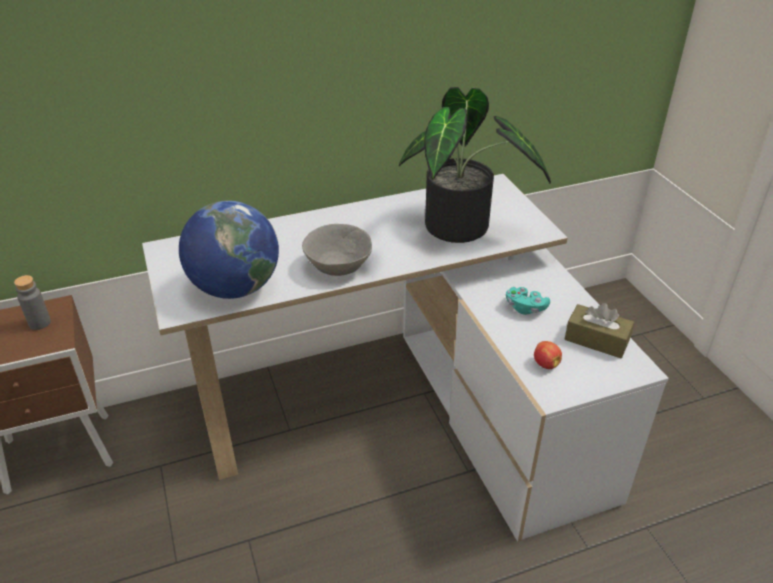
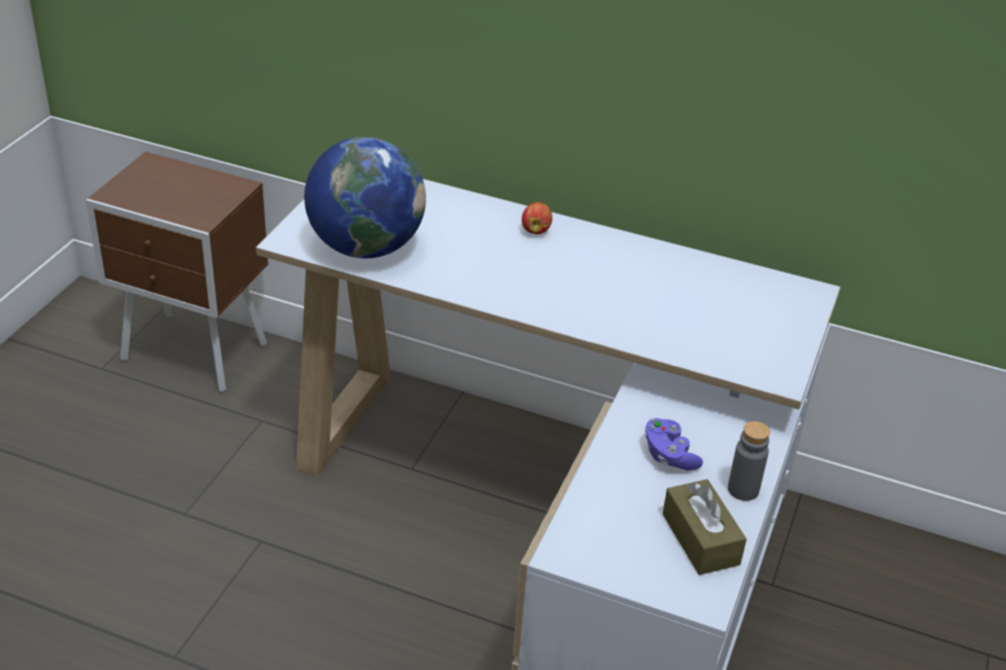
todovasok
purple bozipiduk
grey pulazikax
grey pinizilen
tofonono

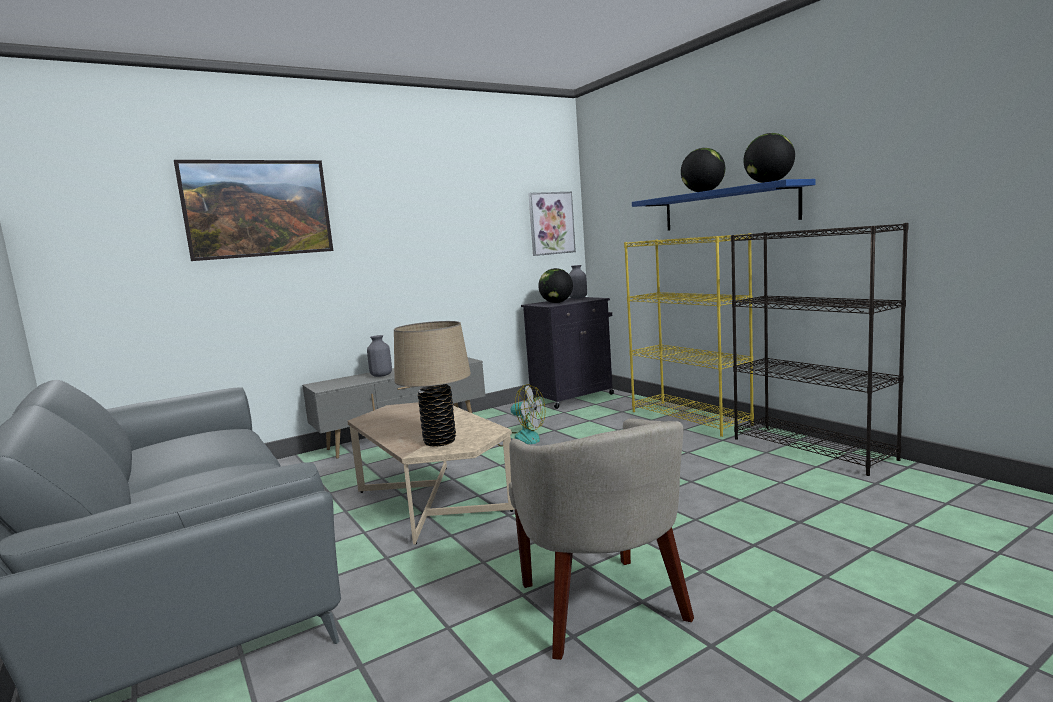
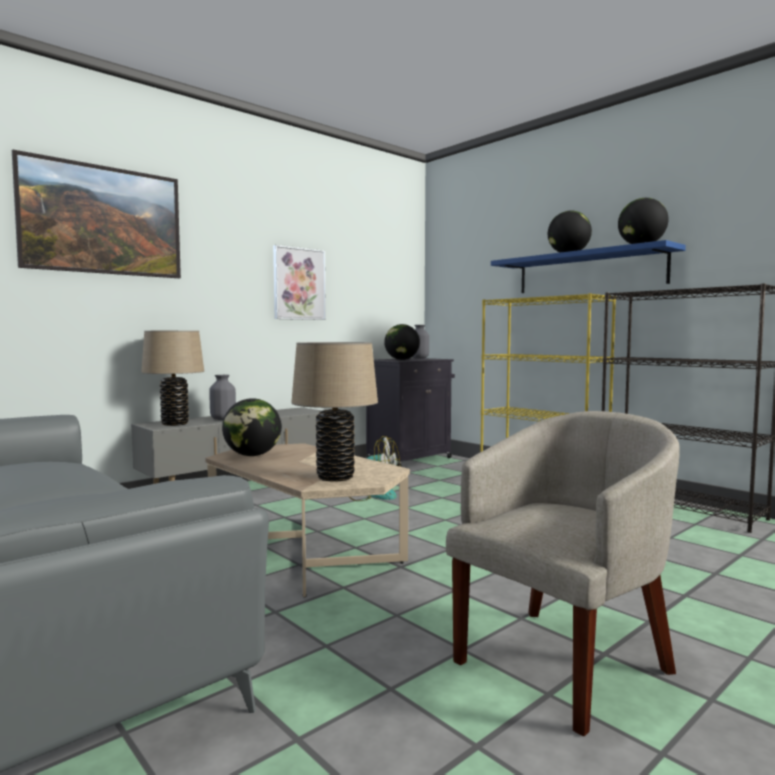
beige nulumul (no. 1 from left)
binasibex (no. 1 from left)
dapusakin (no. 2 from left)
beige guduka

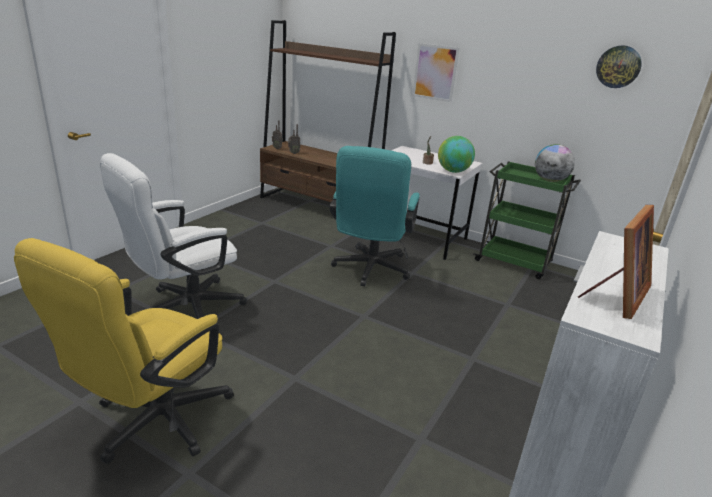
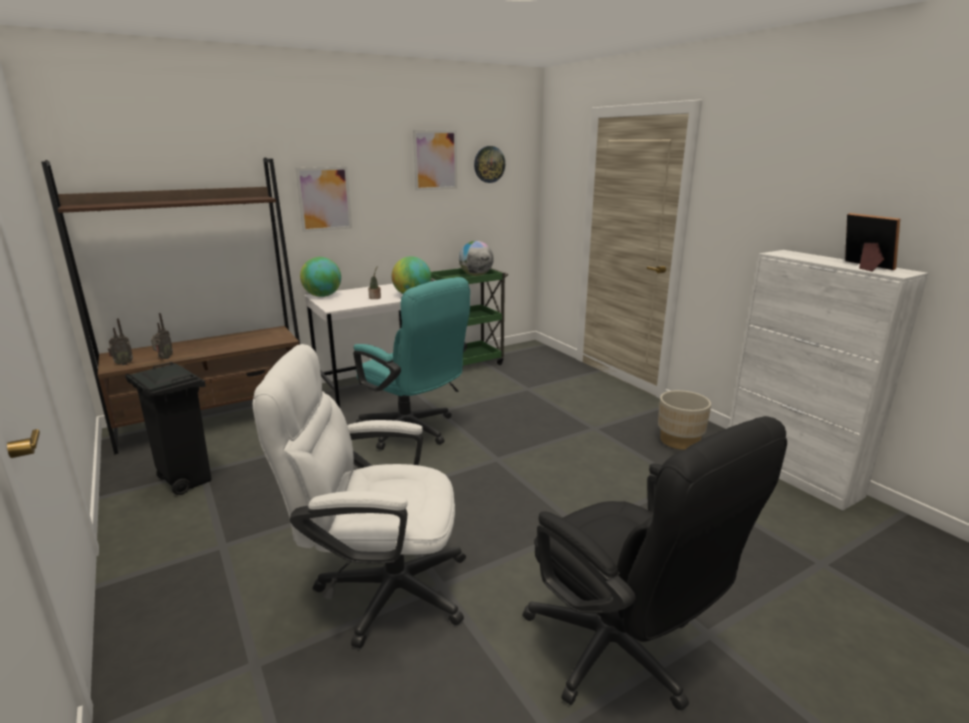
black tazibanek
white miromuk
binasibex (no. 1 from left)
dapusakin (no. 2 from left)
black miromuk
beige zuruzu

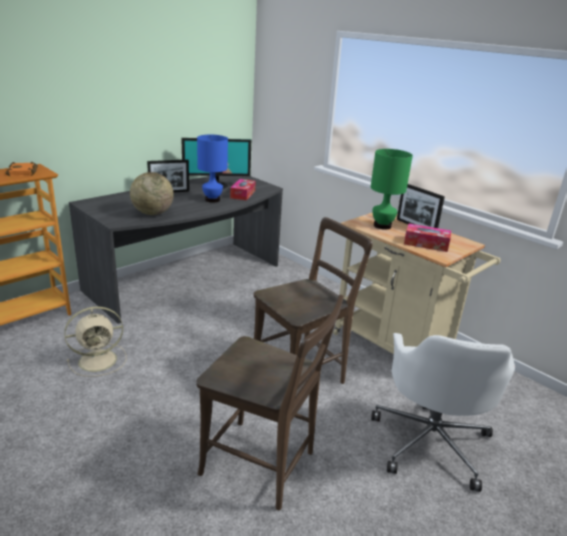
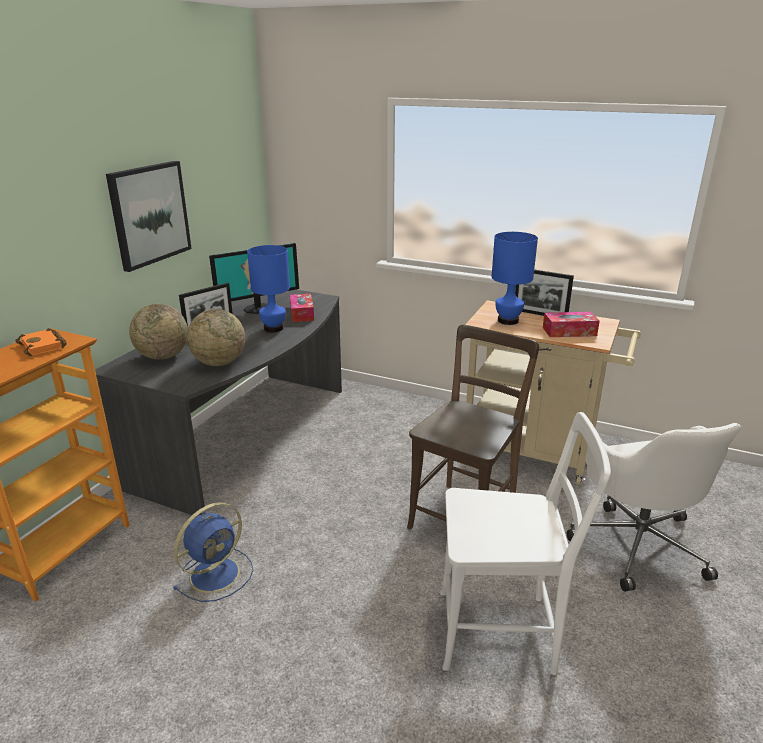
dapusakin
binasibex (no. 1 from left)
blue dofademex
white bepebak
blue nulumul (no. 2 from left)

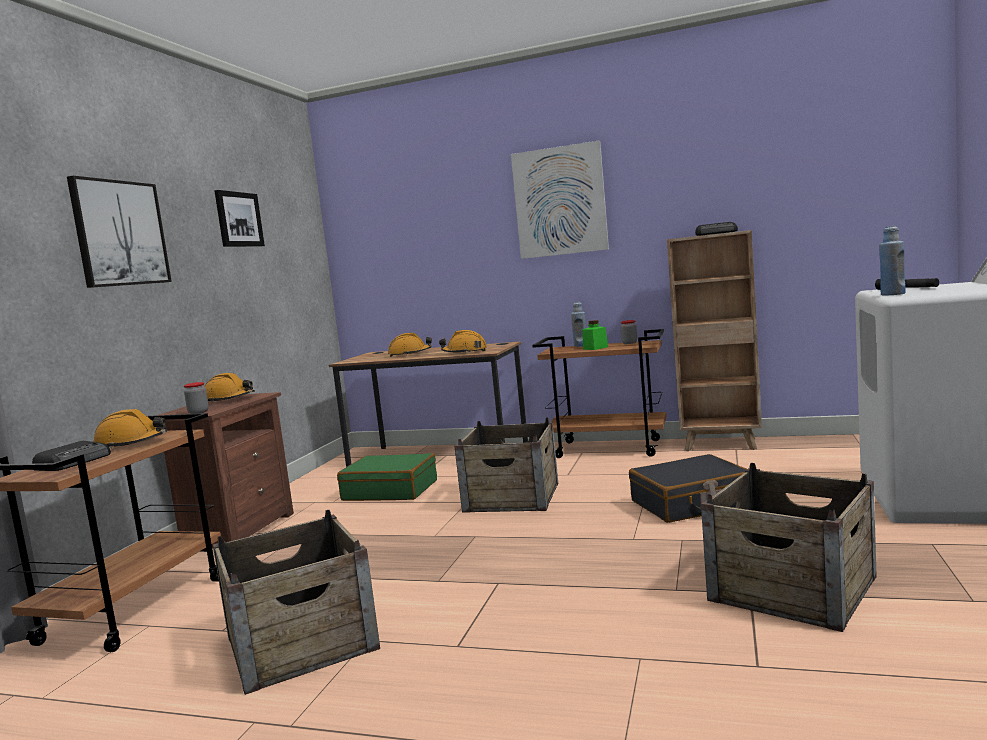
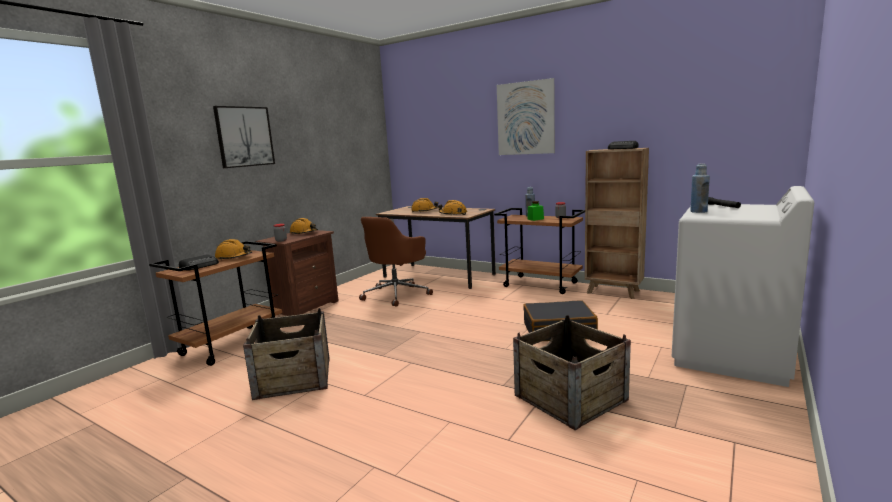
brown miromuk
dapusakin (no. 2 from left in the first image)
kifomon (no. 2 from left in the first image)

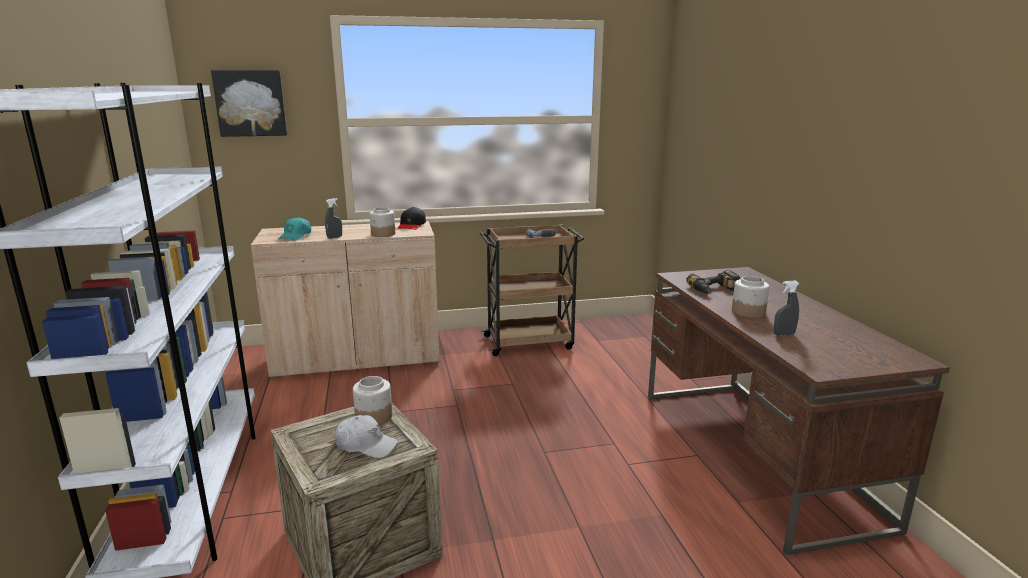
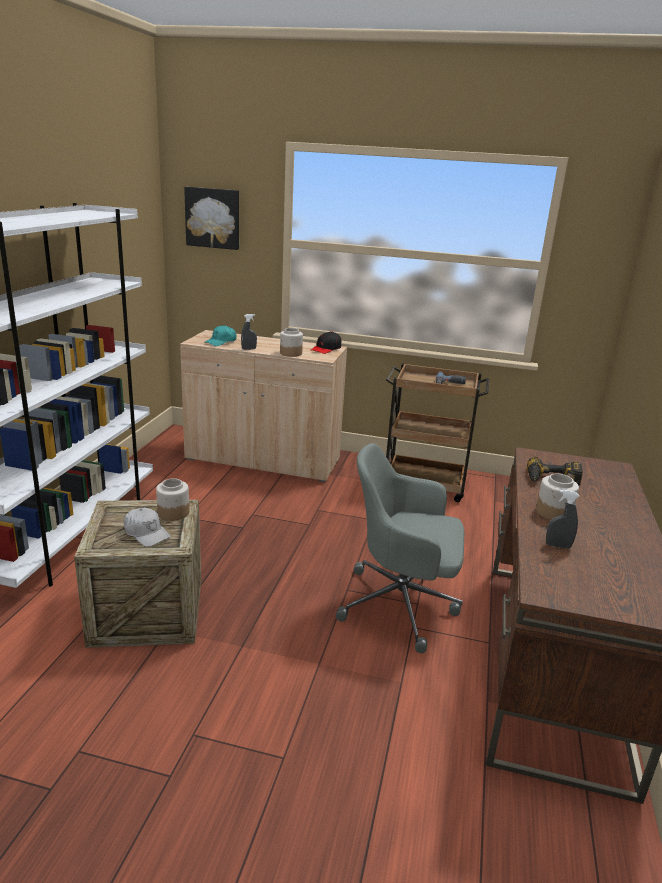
grey miromuk

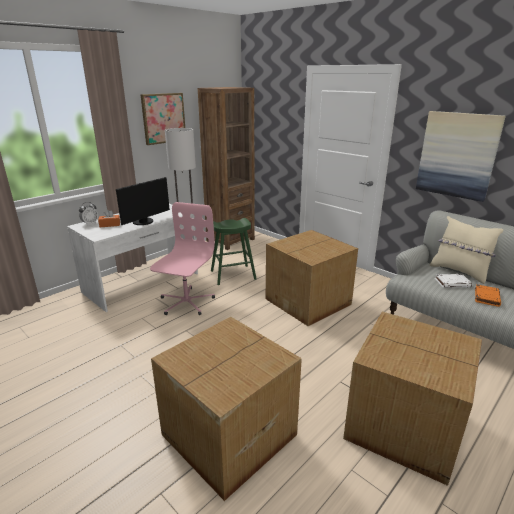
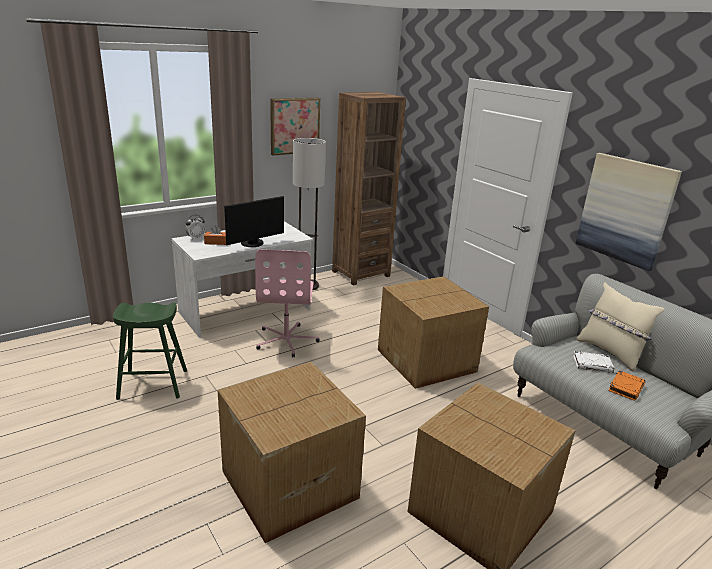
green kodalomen
pink miromuk

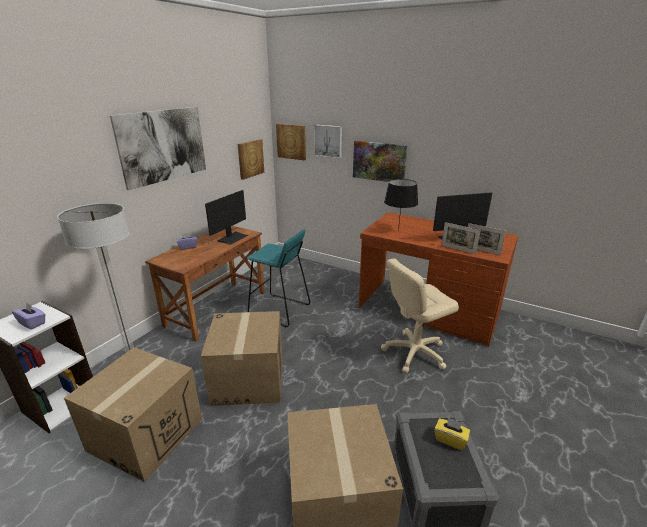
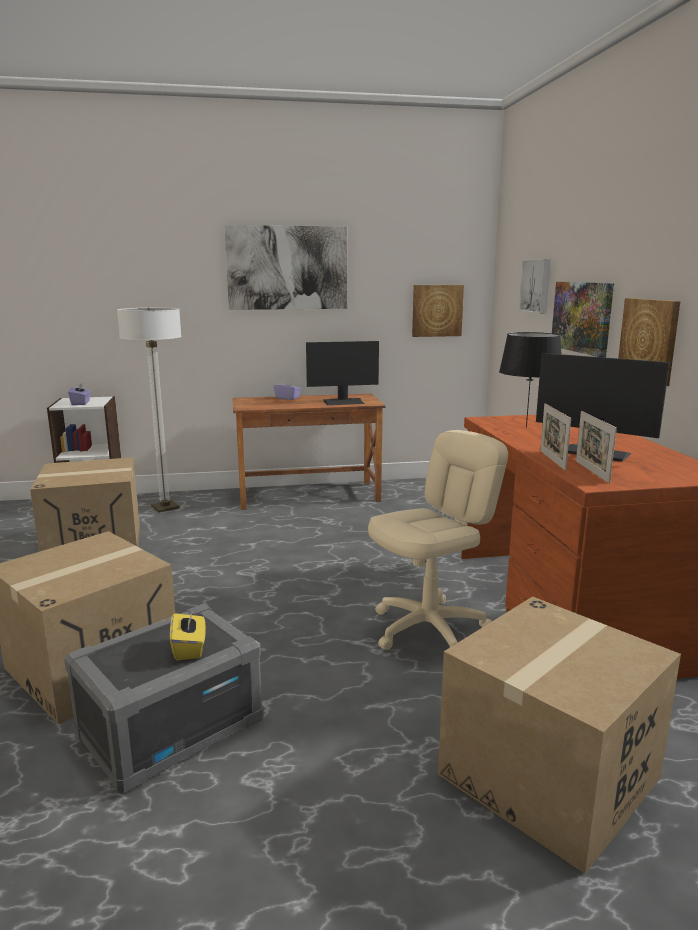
beige miromuk
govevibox (no. 3 from left)
dapusakin (no. 5 from left)
turquoise kodalomen

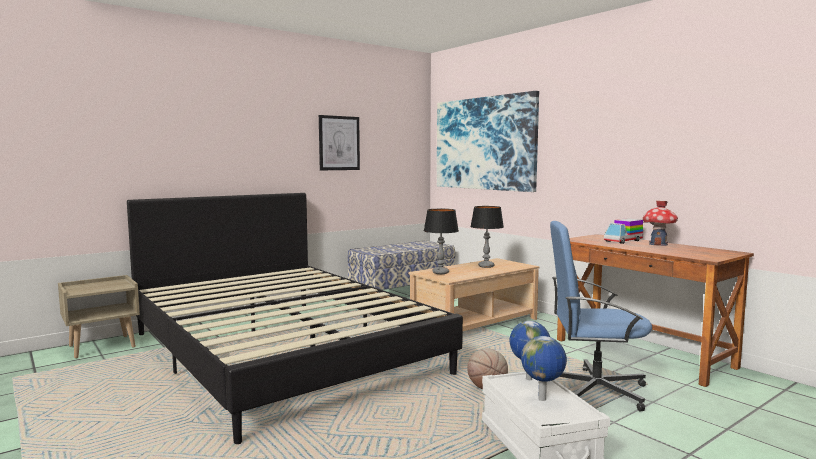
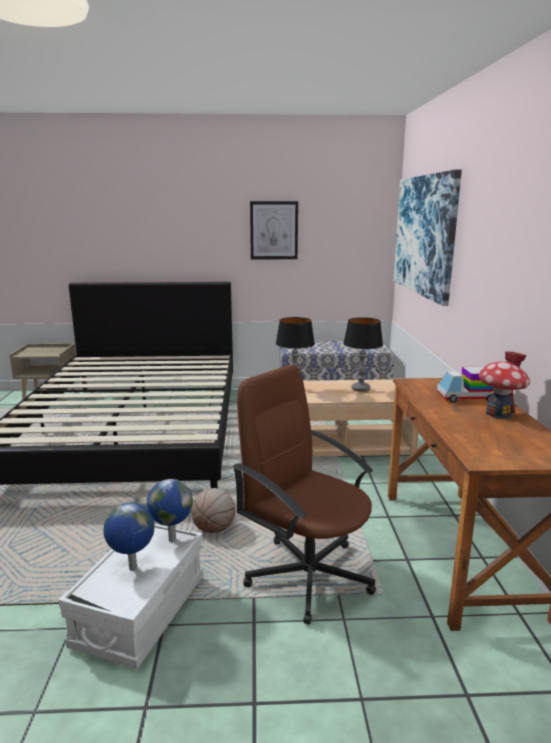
brown miromuk

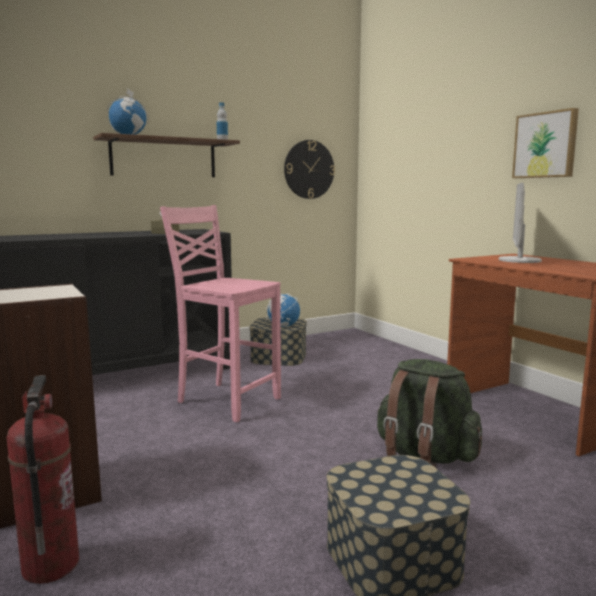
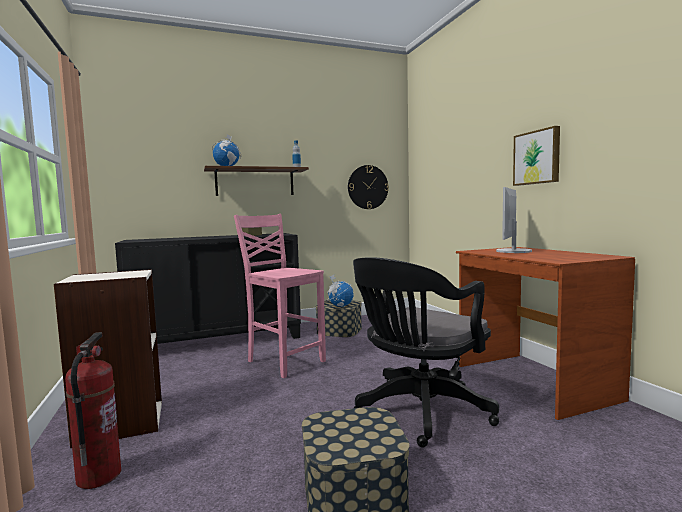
black miromuk

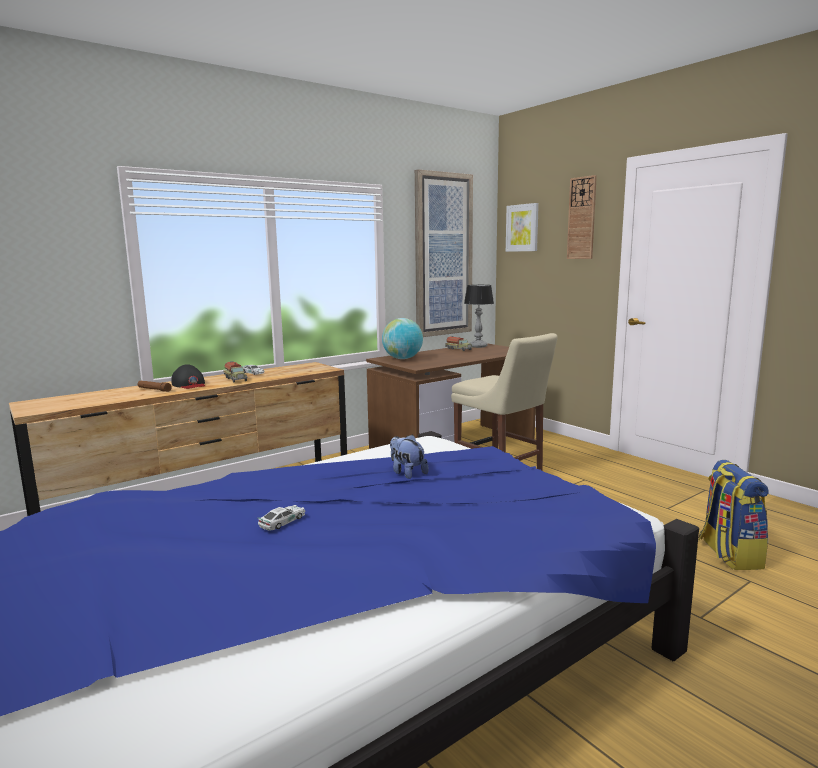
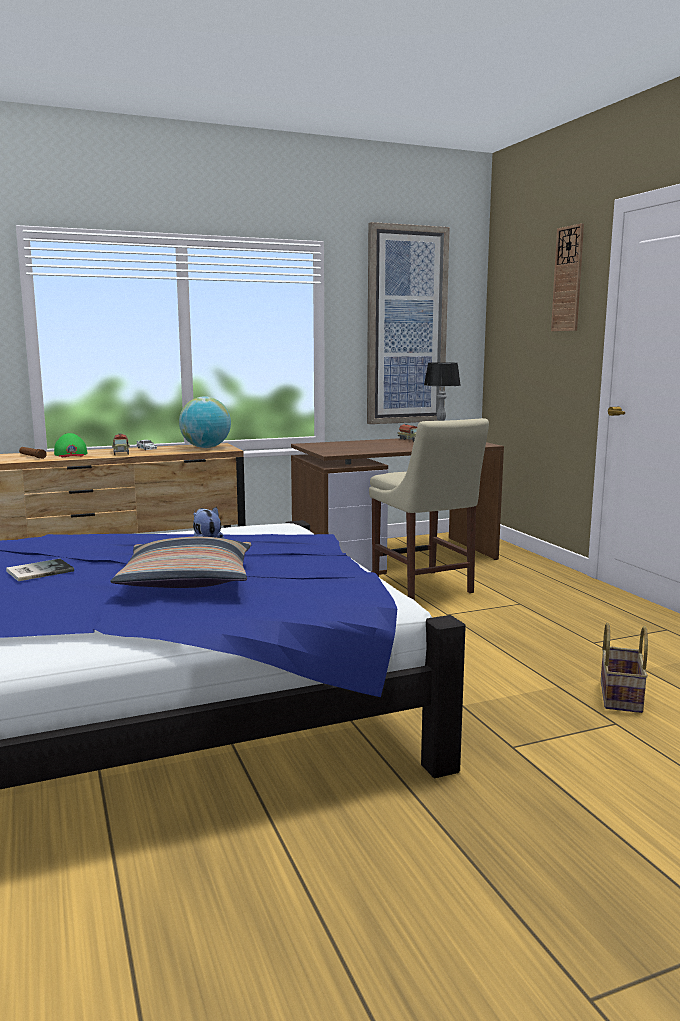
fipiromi
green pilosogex
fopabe
binasibex
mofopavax
dapusakin (no. 2 from left in the first image)

